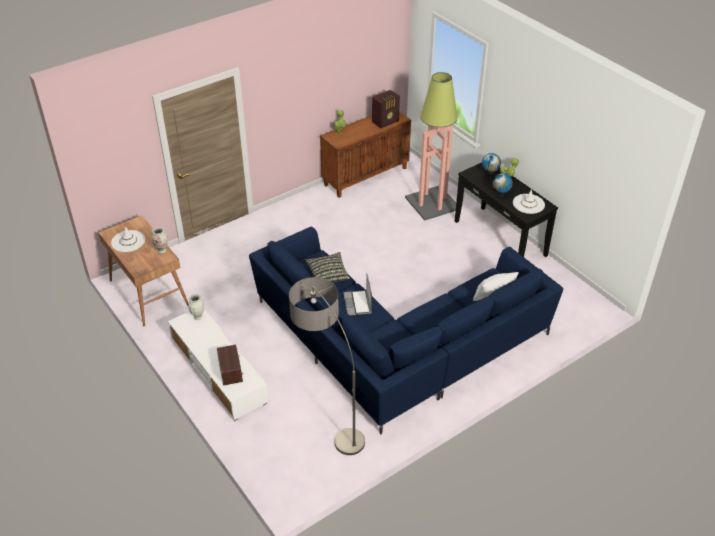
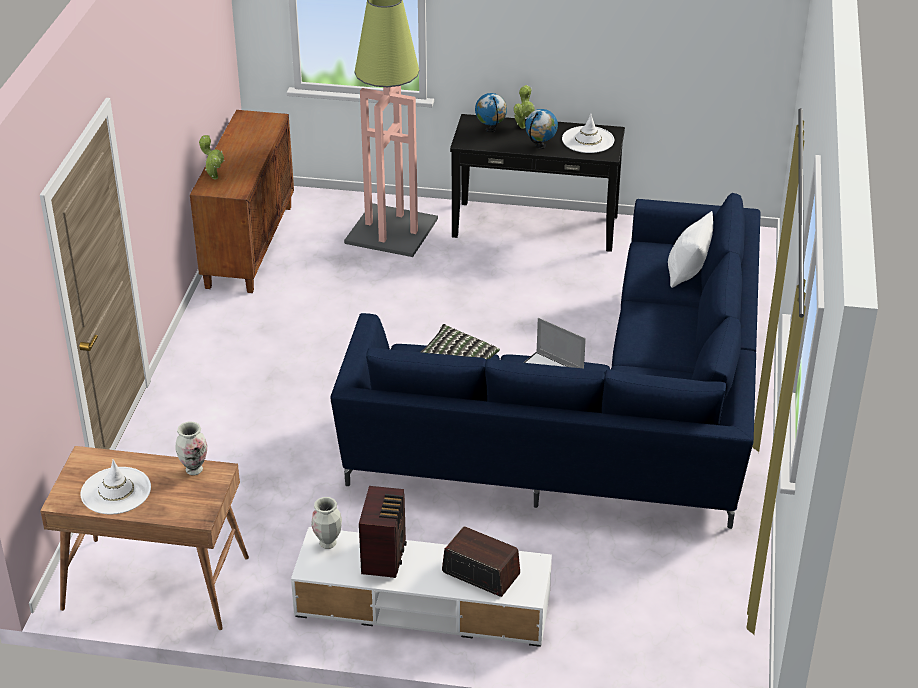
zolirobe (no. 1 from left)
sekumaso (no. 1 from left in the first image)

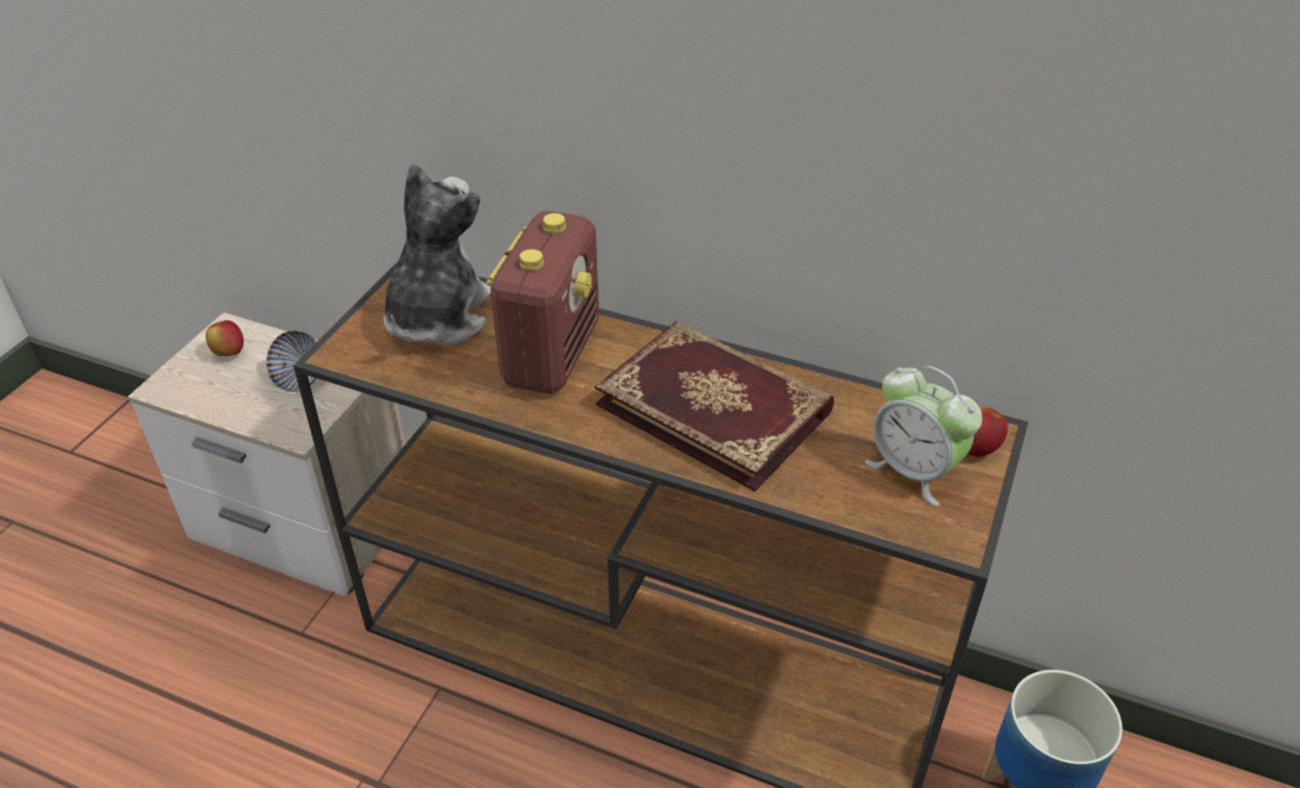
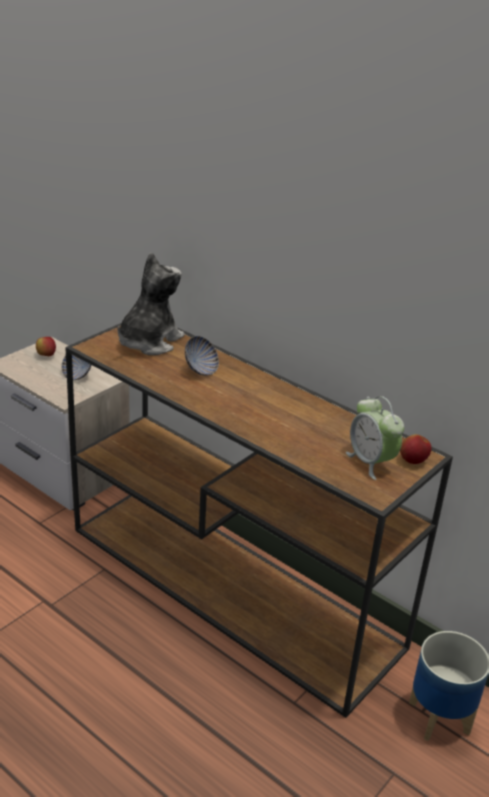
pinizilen (no. 2 from left)
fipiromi

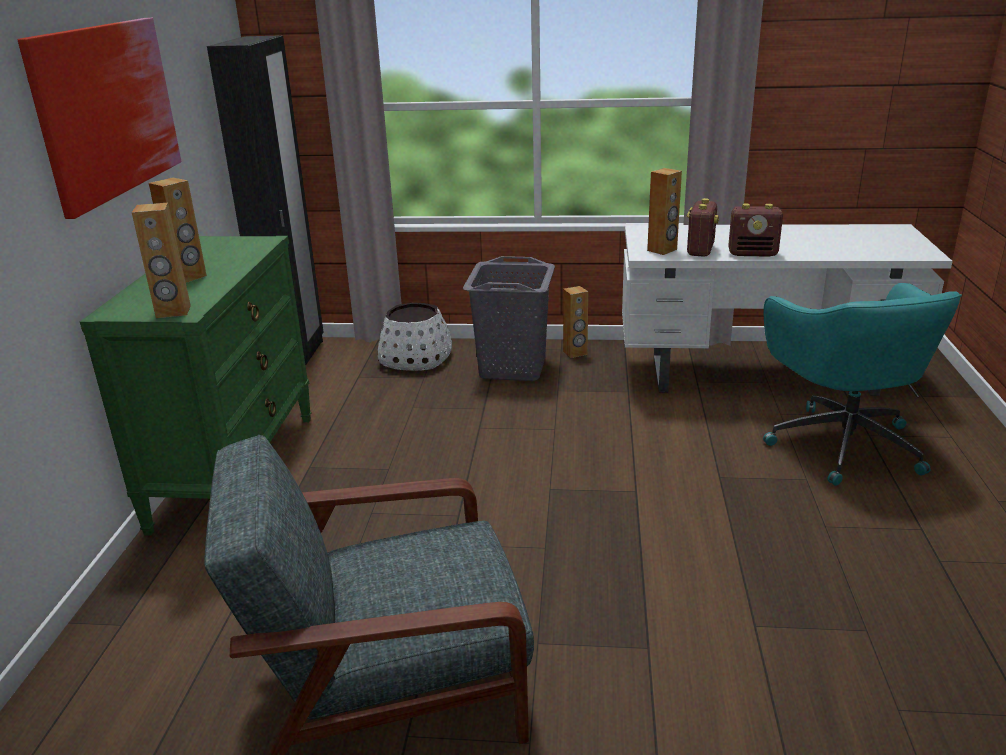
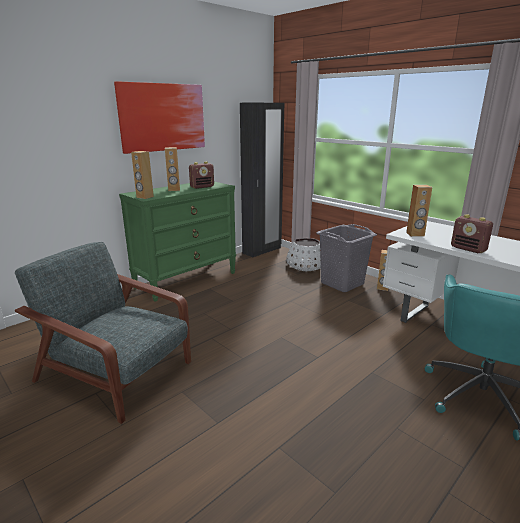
zolirobe (no. 1 from left)

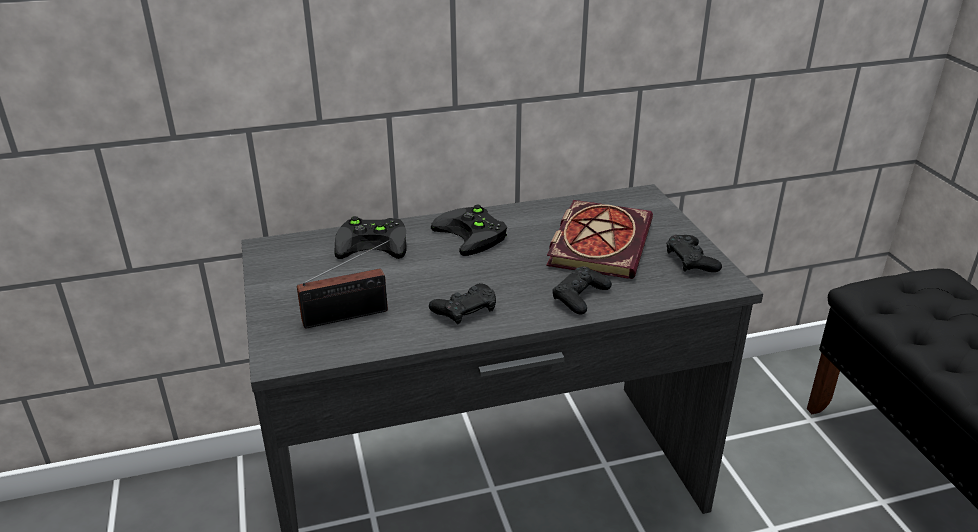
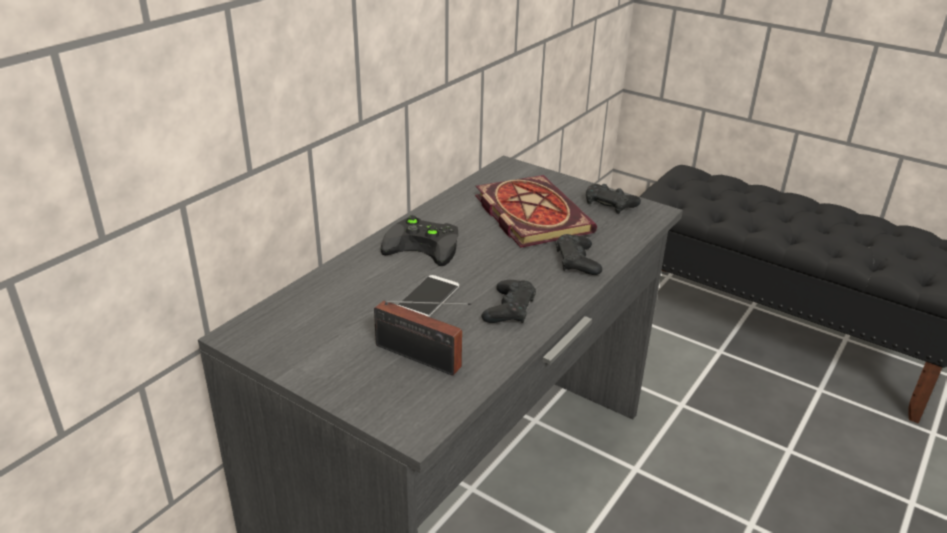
zolirobe
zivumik
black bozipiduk (no. 1 from left in the first image)

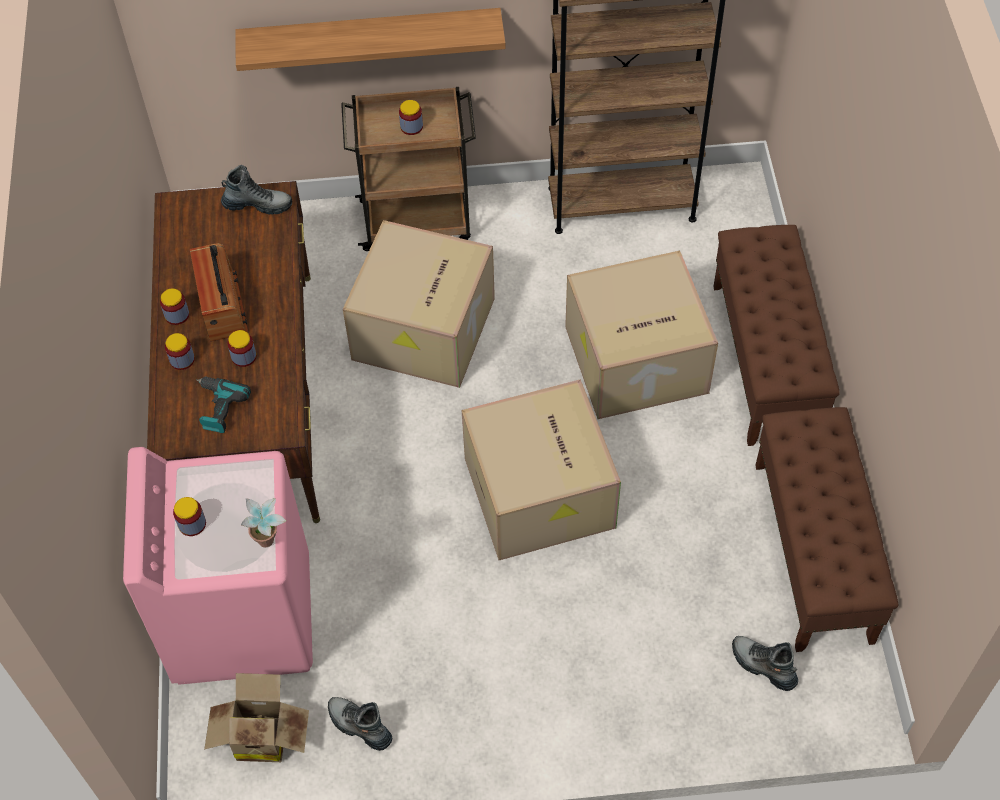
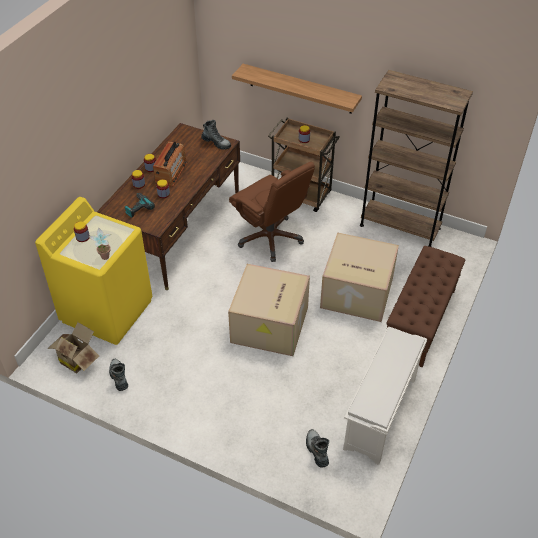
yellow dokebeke
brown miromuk
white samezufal

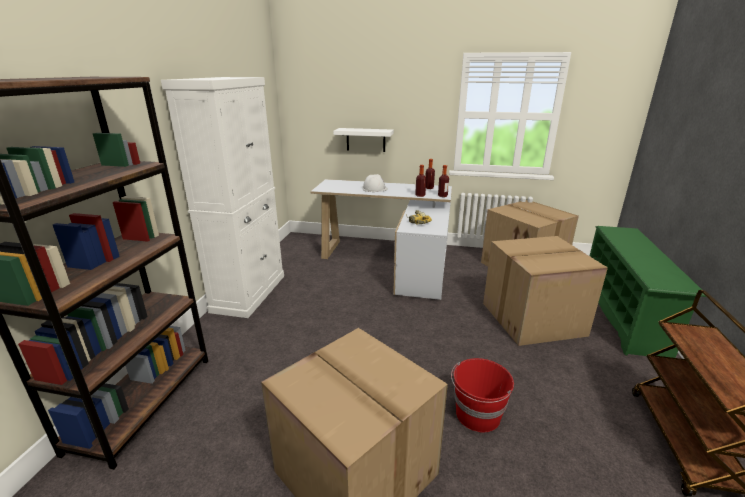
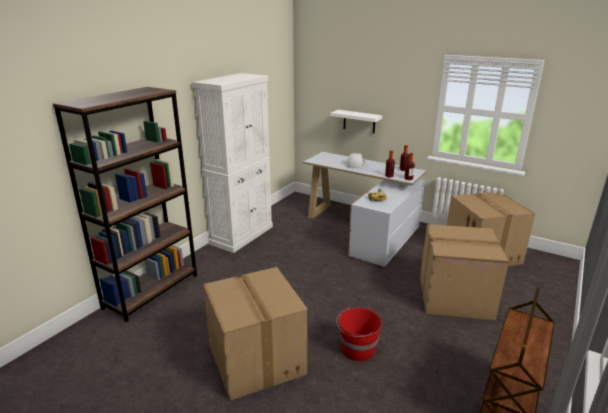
green samezufal

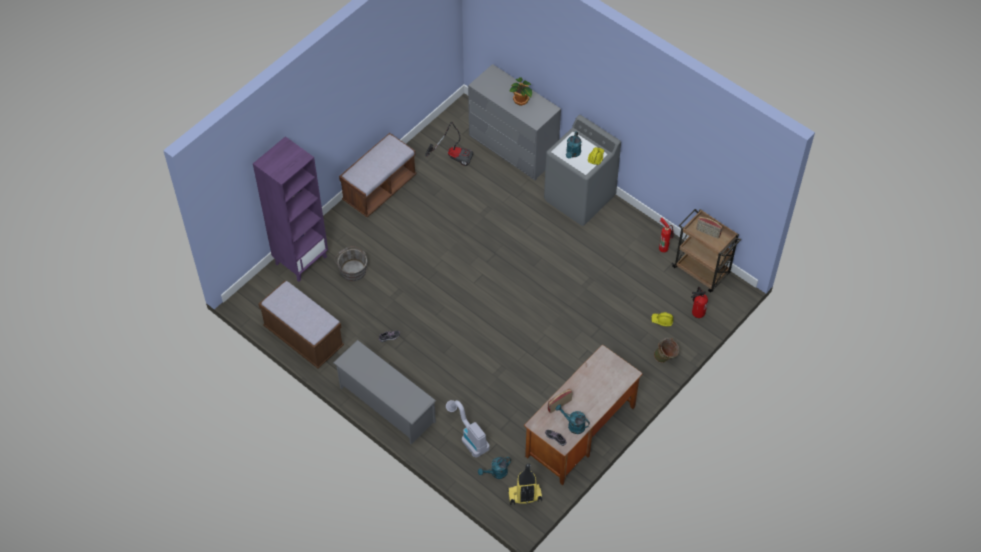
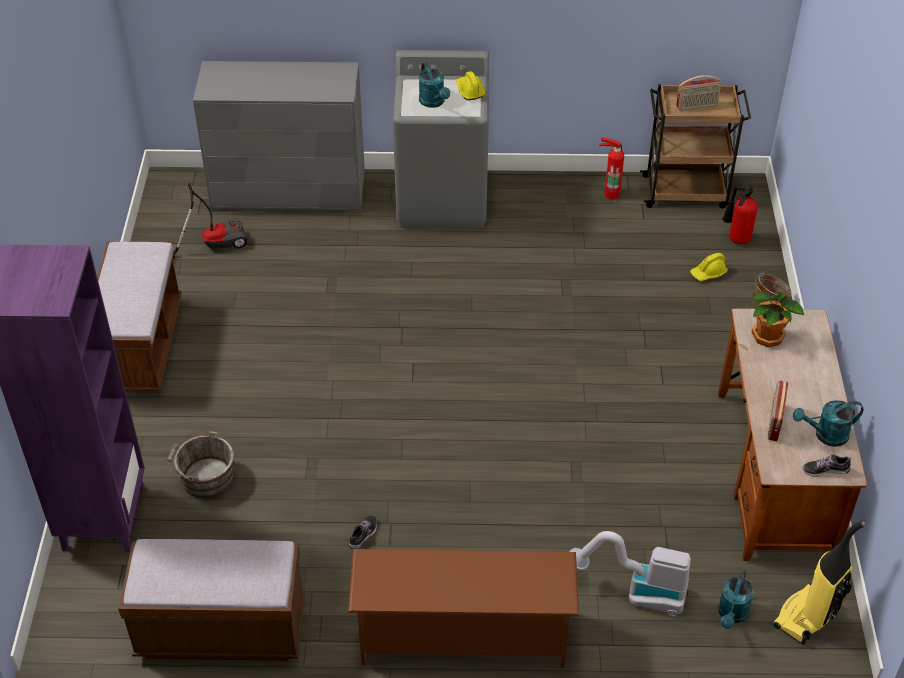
brown samezufal
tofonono

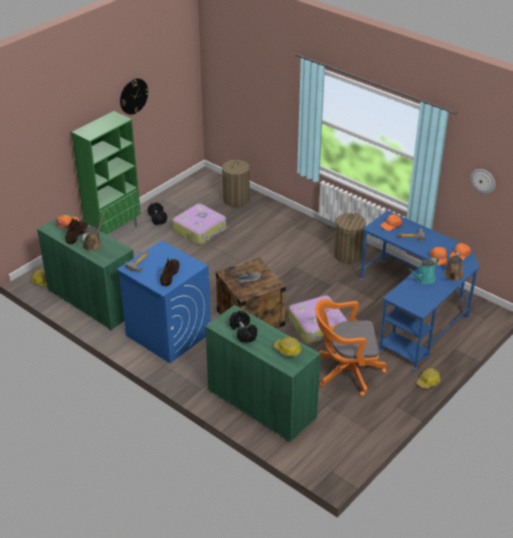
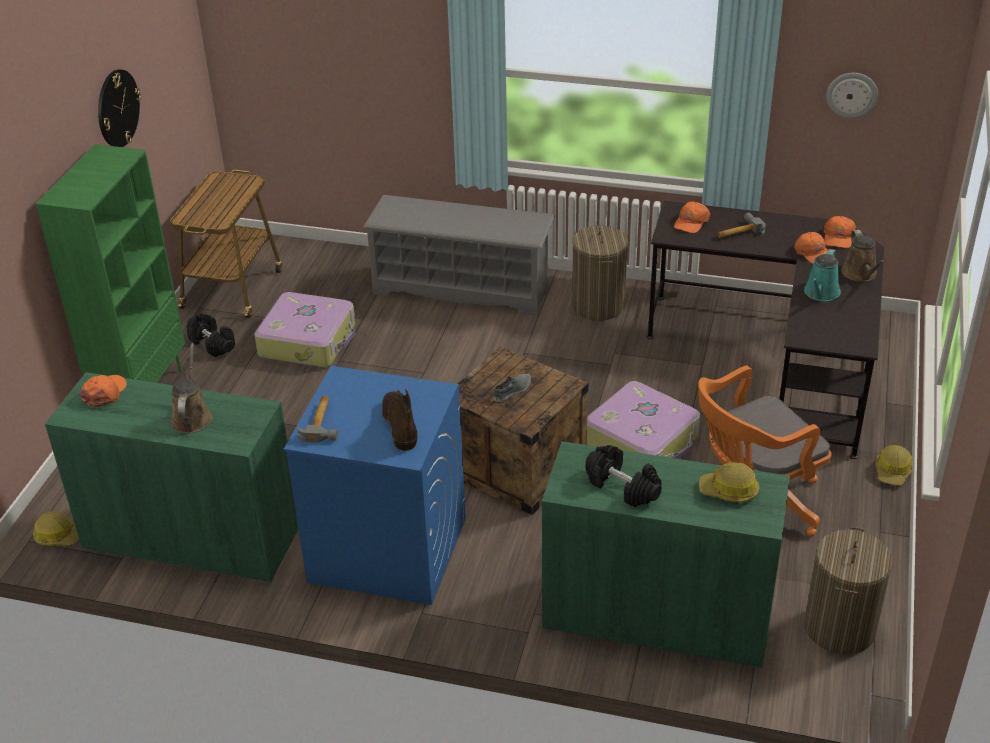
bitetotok
grey samezufal
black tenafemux
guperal (no. 2 from left)
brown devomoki (no. 1 from left in the first image)

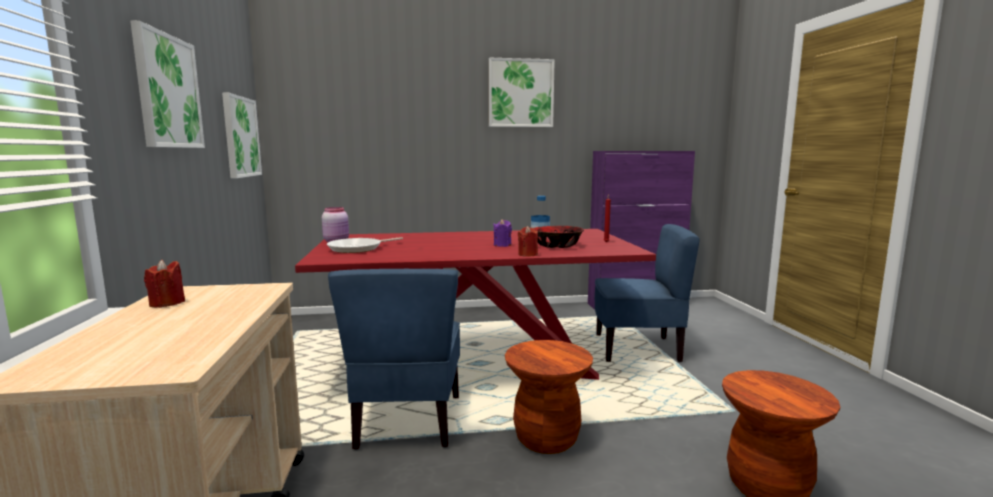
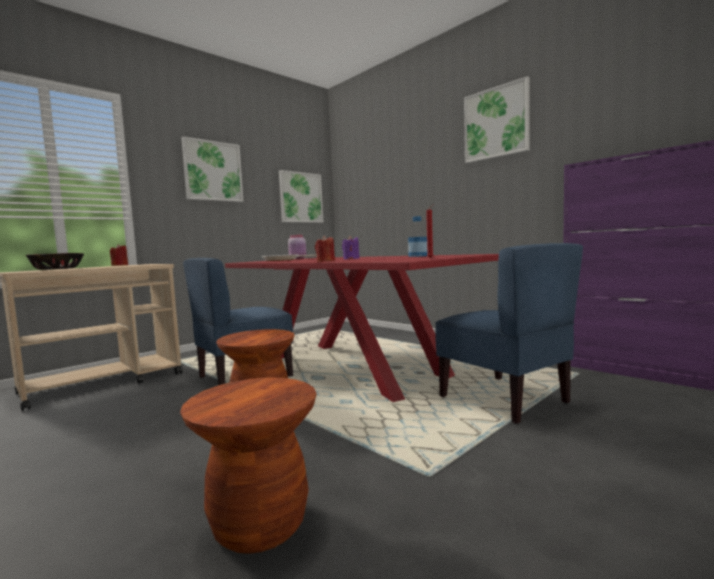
pinizilen

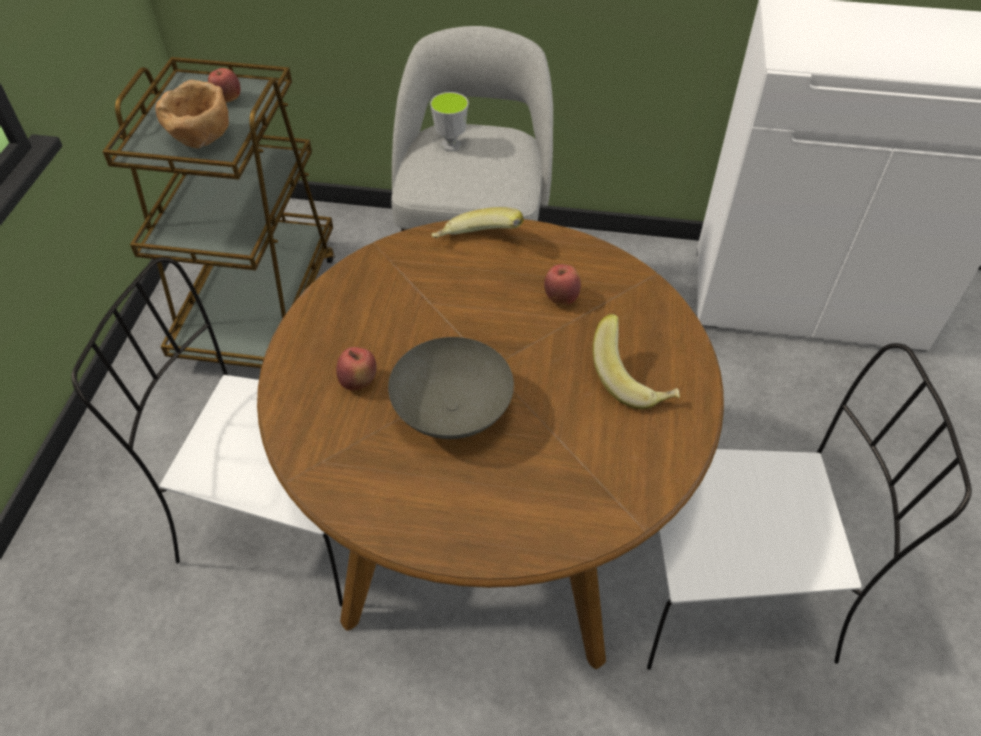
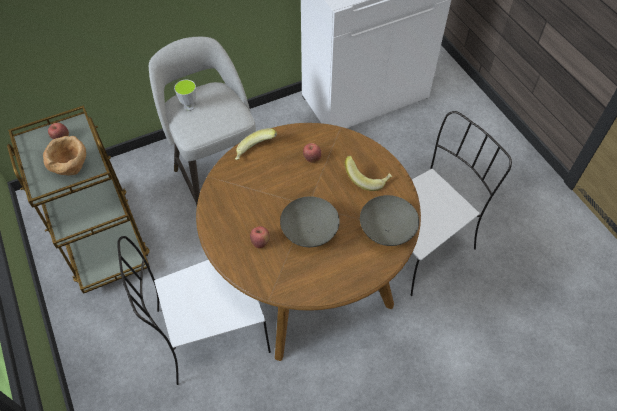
grey pinizilen (no. 2 from left)

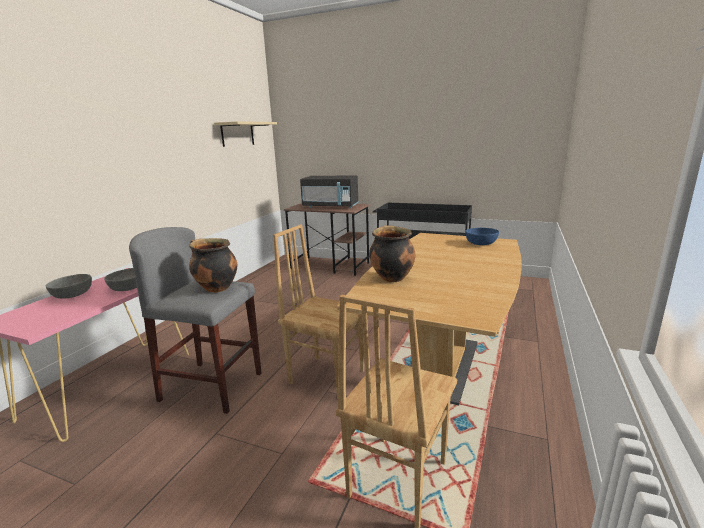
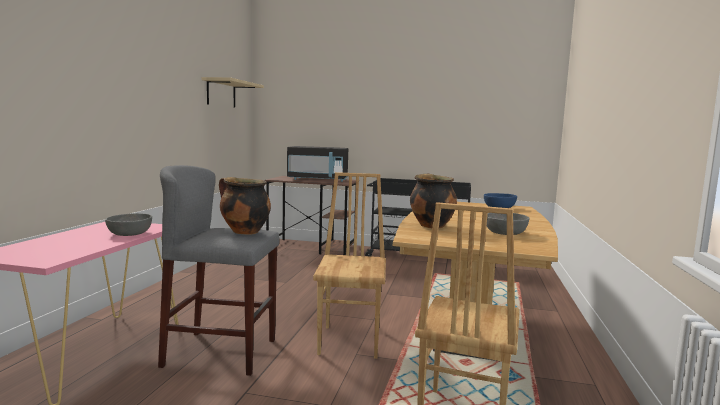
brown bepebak (no. 1 from left)
grey pinizilen (no. 2 from left)

